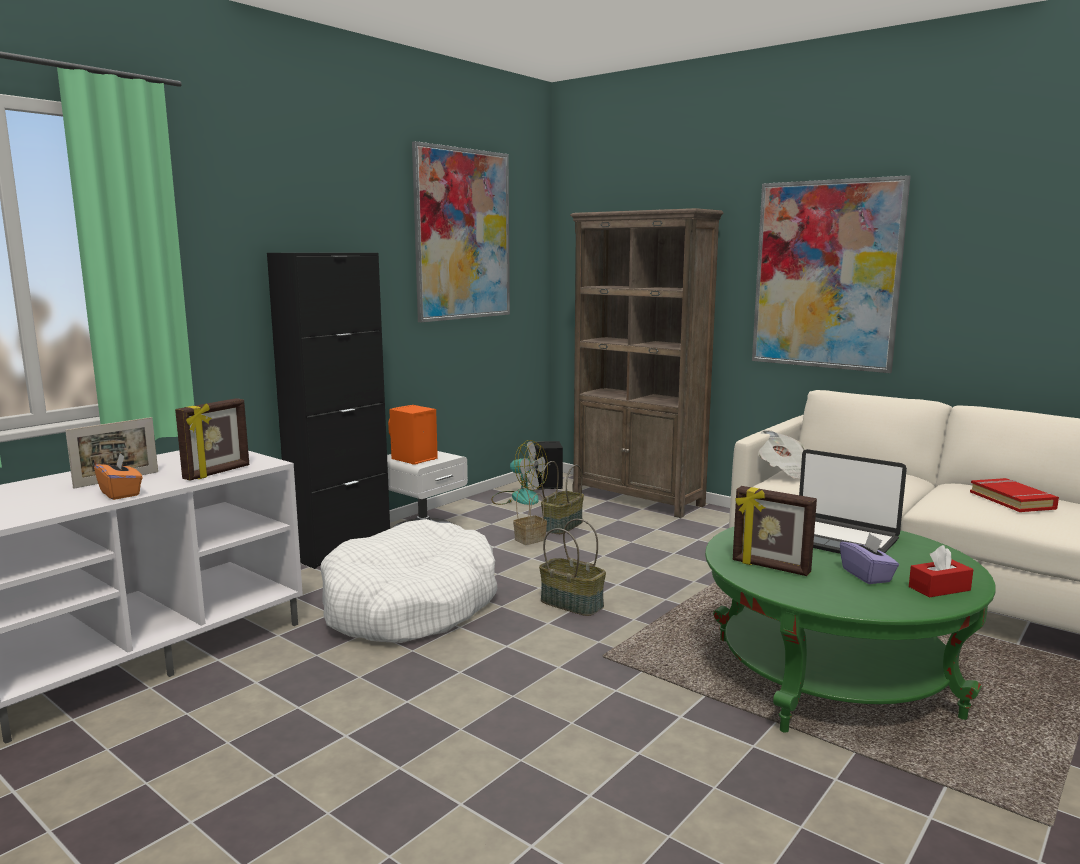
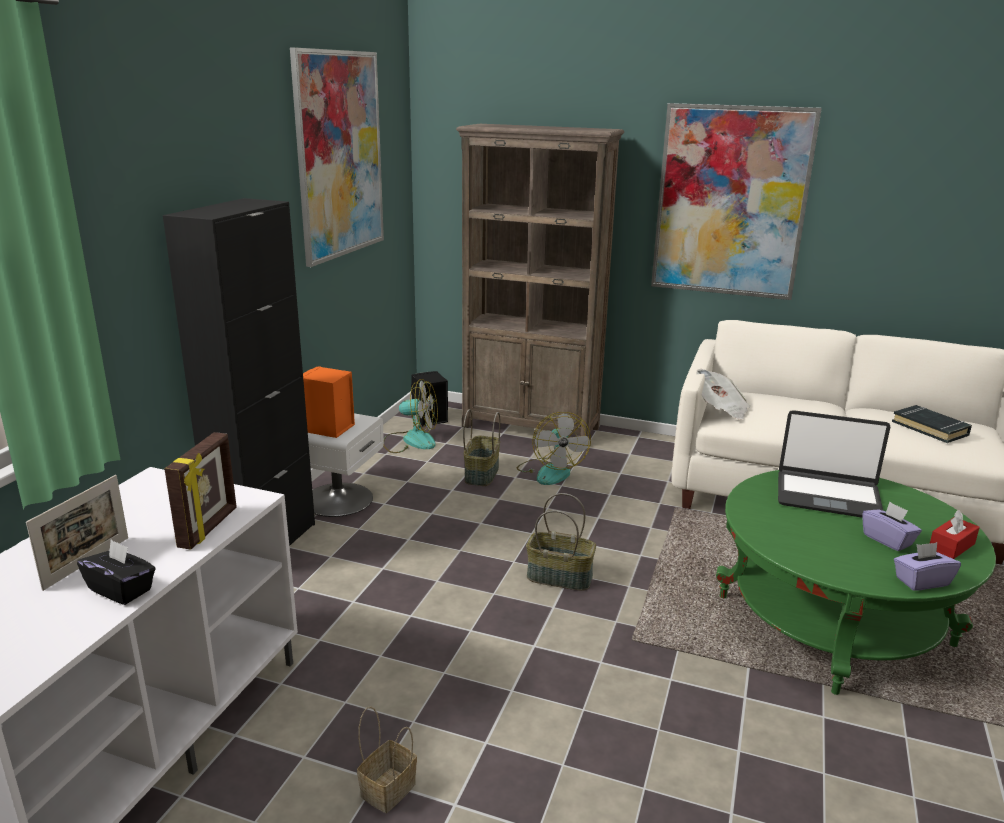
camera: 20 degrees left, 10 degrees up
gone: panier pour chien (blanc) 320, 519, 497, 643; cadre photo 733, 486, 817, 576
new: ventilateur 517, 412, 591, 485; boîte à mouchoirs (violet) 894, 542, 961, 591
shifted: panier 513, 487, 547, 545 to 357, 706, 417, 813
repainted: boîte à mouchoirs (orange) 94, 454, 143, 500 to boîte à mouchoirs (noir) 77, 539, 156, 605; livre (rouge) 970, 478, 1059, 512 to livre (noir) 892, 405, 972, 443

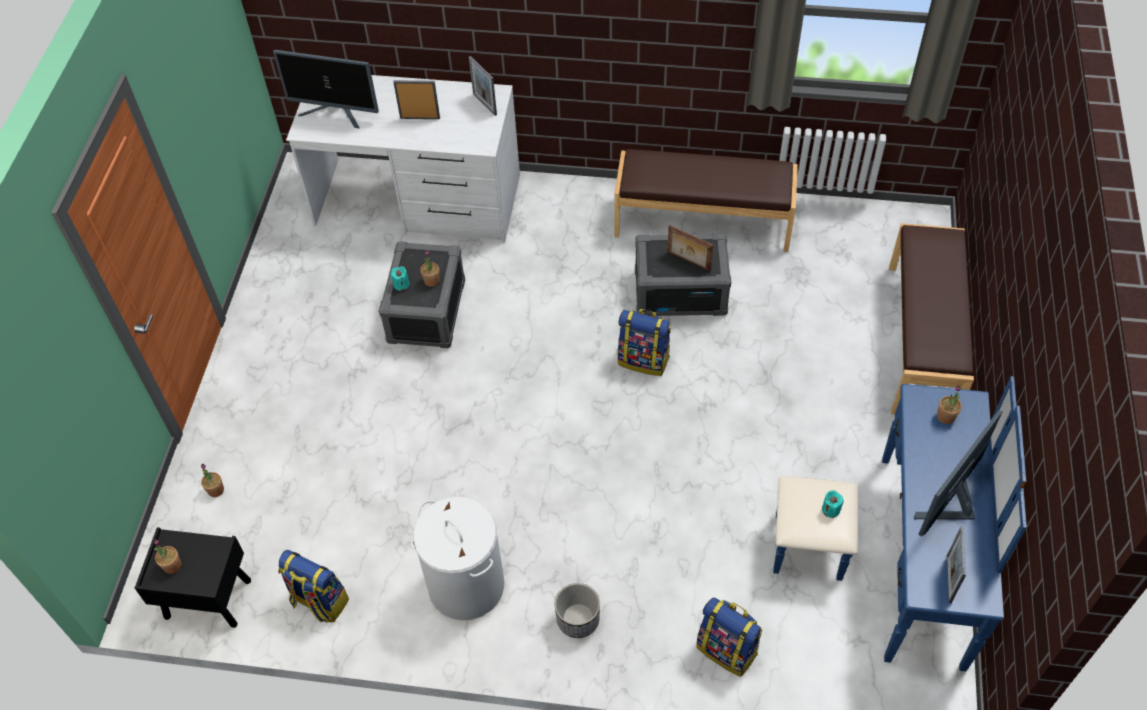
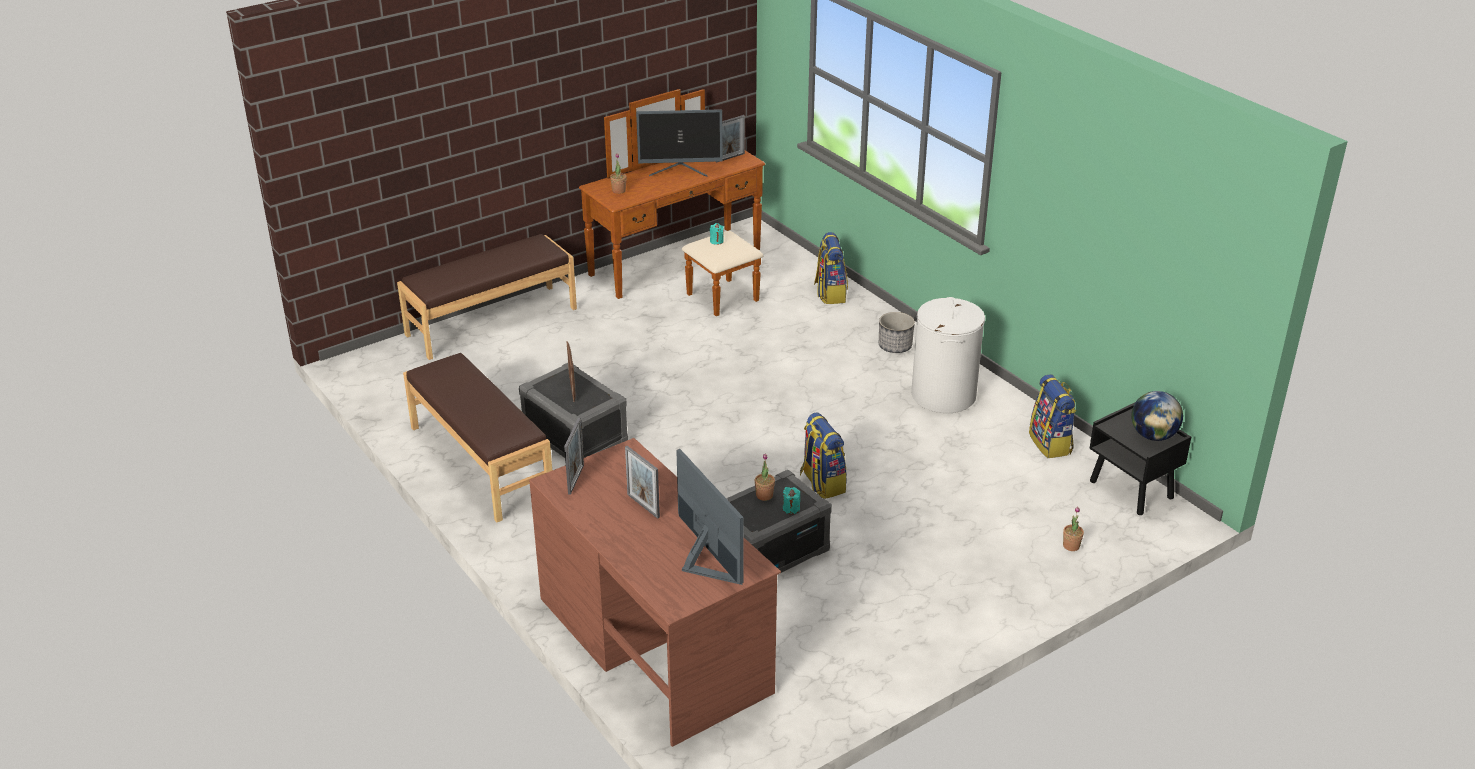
camera: 135 degrees left, 20 degrees down
shifted: sac à dos 618, 309, 671, 376 to 800, 412, 847, 499
swapped: plante en pot 154, 539, 181, 574 to globe 1131, 391, 1183, 441
repainted: bureau (blanc) 286, 75, 520, 242 to bureau (marron) 529, 438, 781, 747; commode (bleu) 773, 376, 1027, 671 to commode (marron) 579, 89, 765, 316

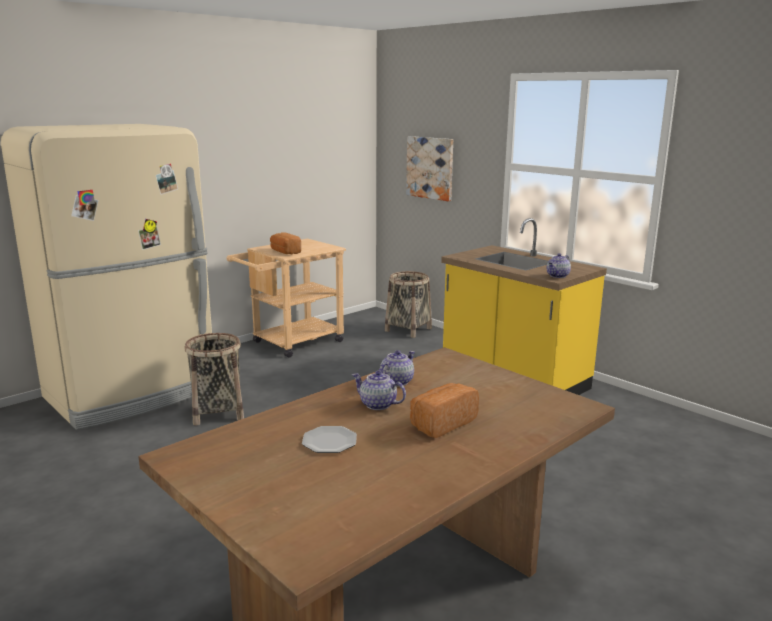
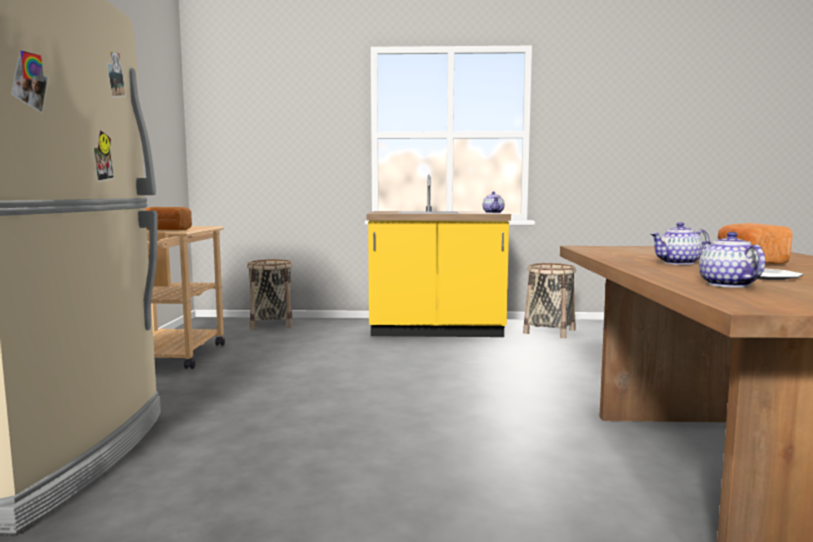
camera: 45 degrees left, 10 degrees down
gone: tableau 406, 136, 453, 201
shifted: panier 184, 333, 244, 426 to 523, 263, 576, 338; théière 379, 350, 415, 387 to 699, 232, 766, 288

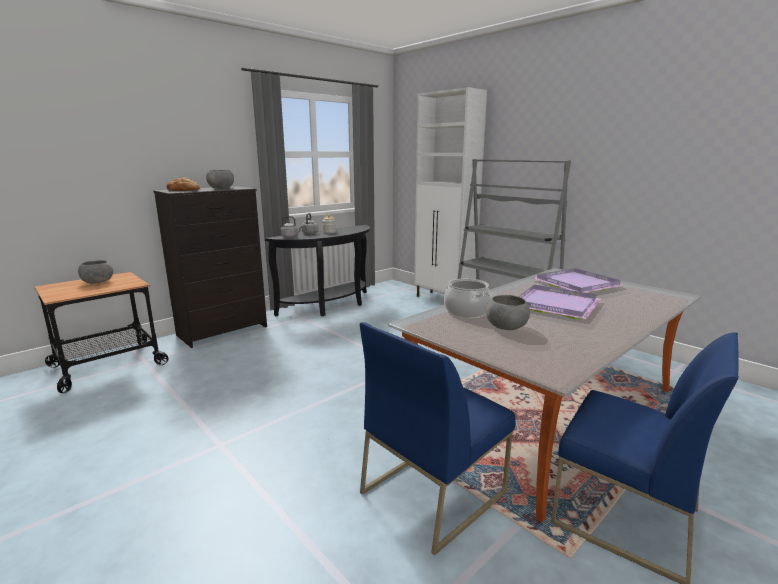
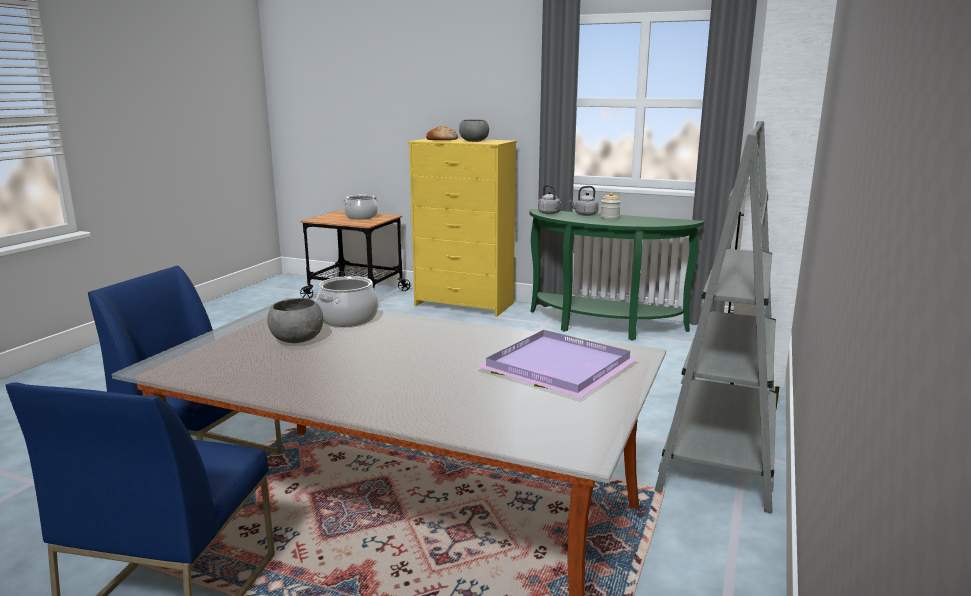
camera: 65 degrees right, 0 degrees up
gone: plateau (violet) 518, 285, 601, 319
swapped: bol (gris) 78, 260, 113, 284 to marmite 343, 195, 379, 219
repainted: commode (noir) 153, 186, 267, 348 to commode (jaune) 408, 139, 517, 317; table console (noir) 265, 225, 370, 316 to table console (vert) 530, 209, 704, 340

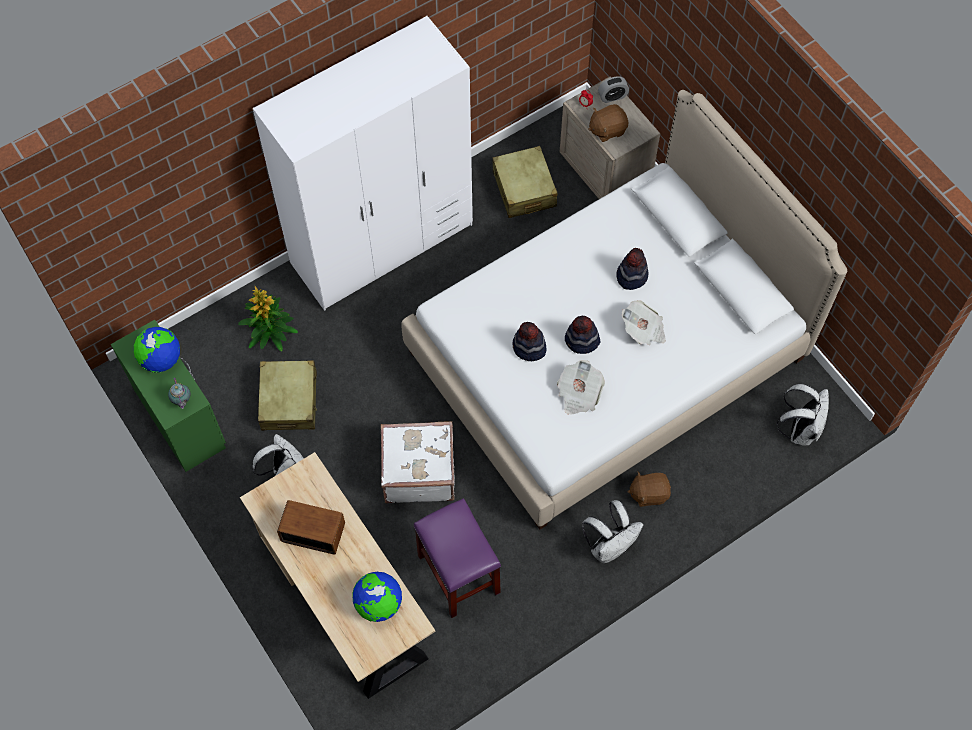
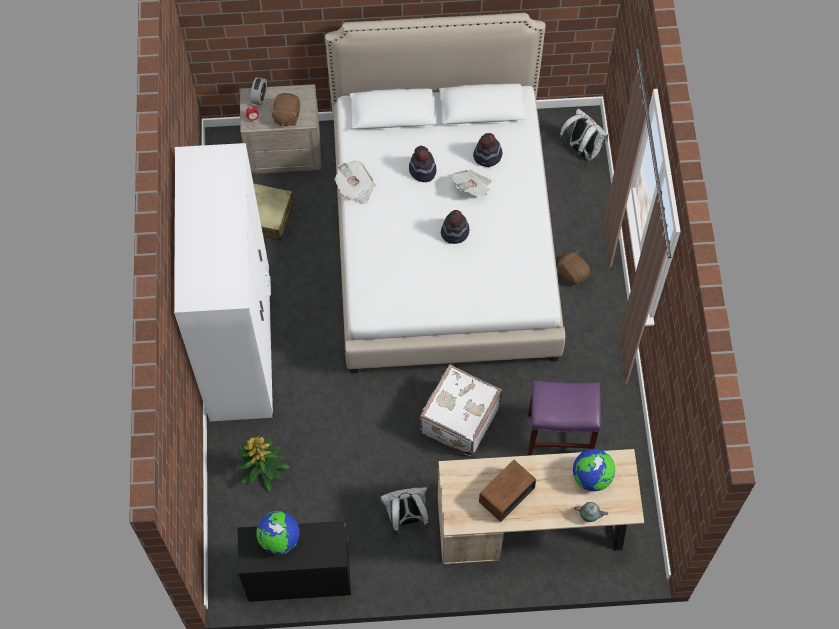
camera: 60 degrees left, 0 degrees up
gone: valise (beige) 258, 360, 317, 431; sac à dos (blanc) 582, 500, 644, 563
shifted: journal 557, 360, 605, 415 to 334, 161, 376, 204; chapeau 512, 322, 547, 361 to 473, 133, 503, 167; théière 168, 378, 191, 409 to 574, 502, 608, 522
repainted: commode (vert) 111, 320, 226, 472 to commode (noir) 238, 521, 351, 602
rotated: peluche (marron) 628, 471, 671, 507 = 557, 250, 590, 285 120 degrees clockwise

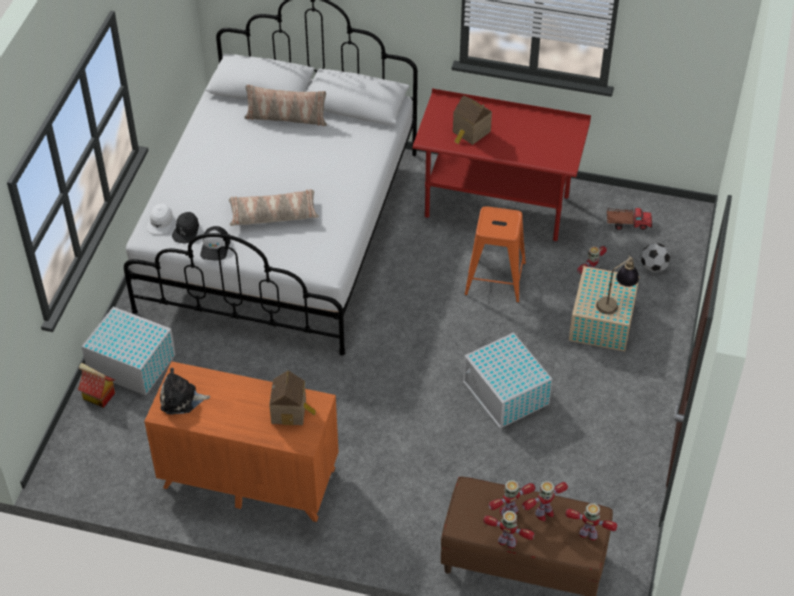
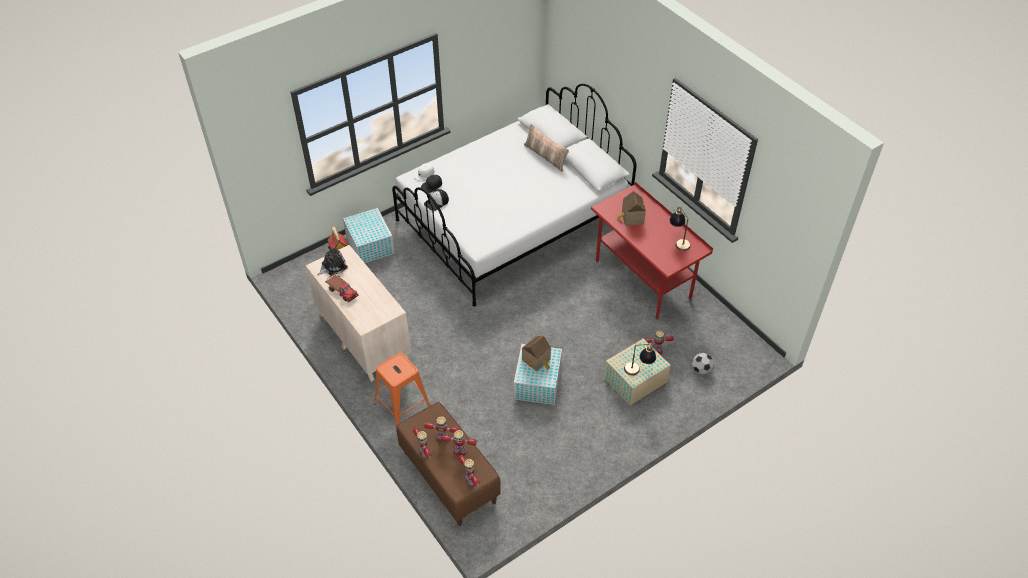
camera: 40 degrees right, 0 degrees up
gone: coussin 229, 189, 319, 226
new: lampe de table 669, 206, 691, 251
shifted: camion jouet 607, 208, 652, 230 to 325, 273, 359, 302; tabouret (orange) 465, 206, 526, 303 to 374, 353, 430, 427; maison miniature 269, 370, 316, 425 to 522, 335, 551, 371
repainted: commode (orange) 144, 361, 339, 522 to commode (beige) 306, 245, 411, 382
rotated: peluche 160, 367, 210, 414 = 318, 246, 348, 276 105 degrees clockwise

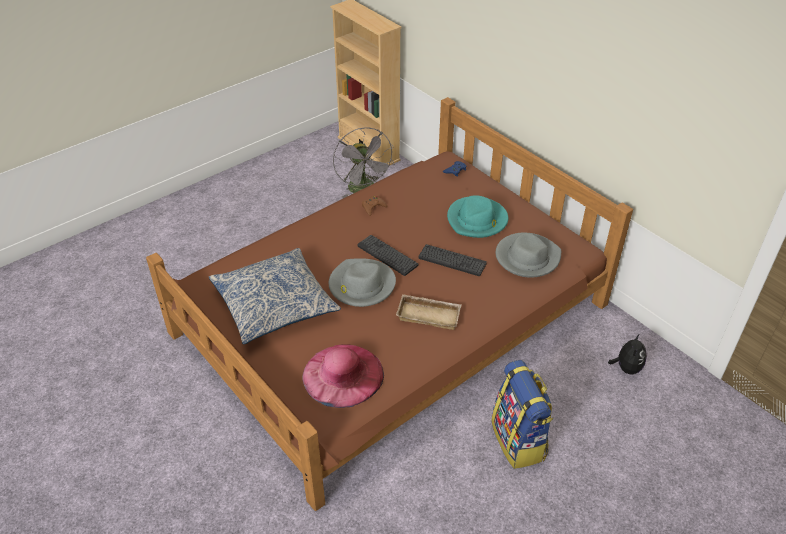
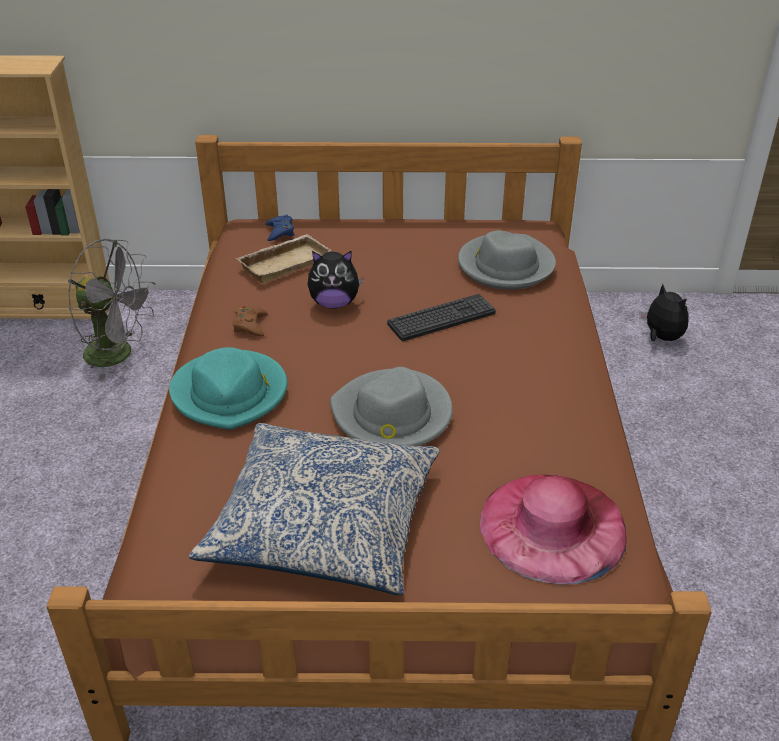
camera: 50 degrees left, 5 degrees down
gone: clavier 357, 235, 418, 276; sac à dos 491, 360, 554, 469
new: peluche 307, 251, 364, 309
shifted: chapeau (turquoise) 447, 195, 508, 238 to 169, 347, 288, 430; plateau (beige) 396, 294, 461, 330 to 236, 234, 332, 283

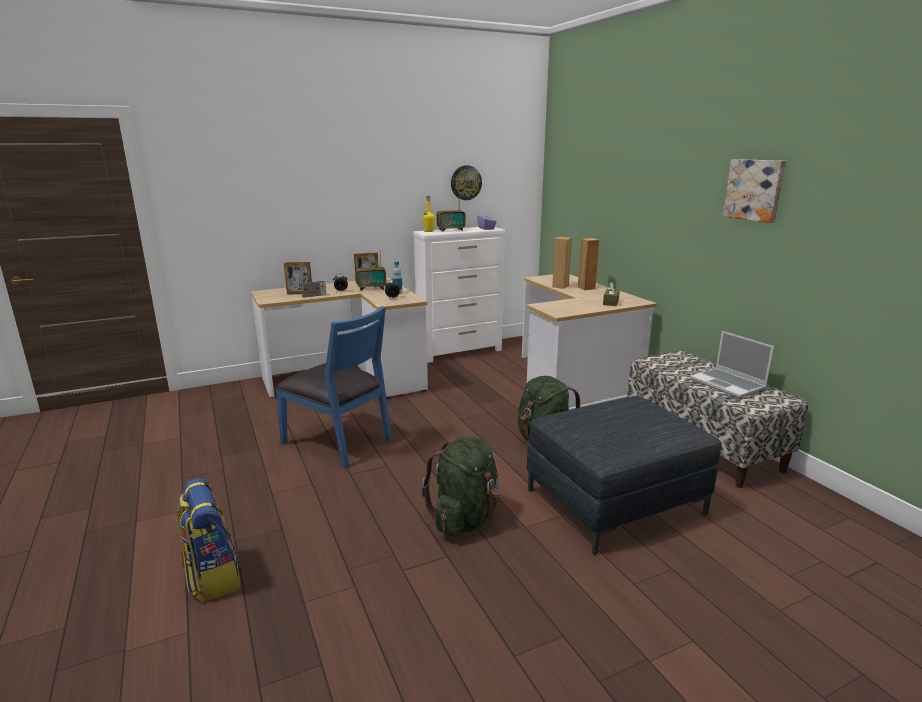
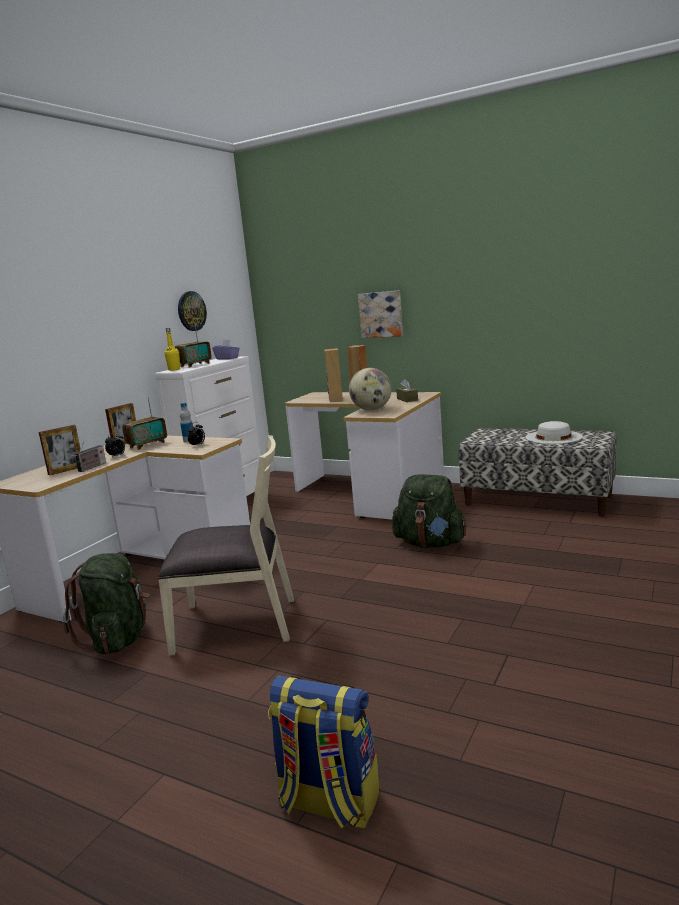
camera: 35 degrees left, 5 degrees down
gone: pouf (gris) 526, 396, 722, 555
new: globe 349, 368, 392, 411
shifted: sac à dos (vert) 422, 436, 500, 536 to 63, 553, 150, 654; tableau 723, 159, 786, 223 to 358, 290, 403, 338
swapped: ordinateur portable 690, 331, 774, 398 to chapeau (blanc) 526, 421, 583, 444
repainted: chaise (bleu) 275, 306, 392, 468 to chaise (beige) 158, 435, 294, 656

